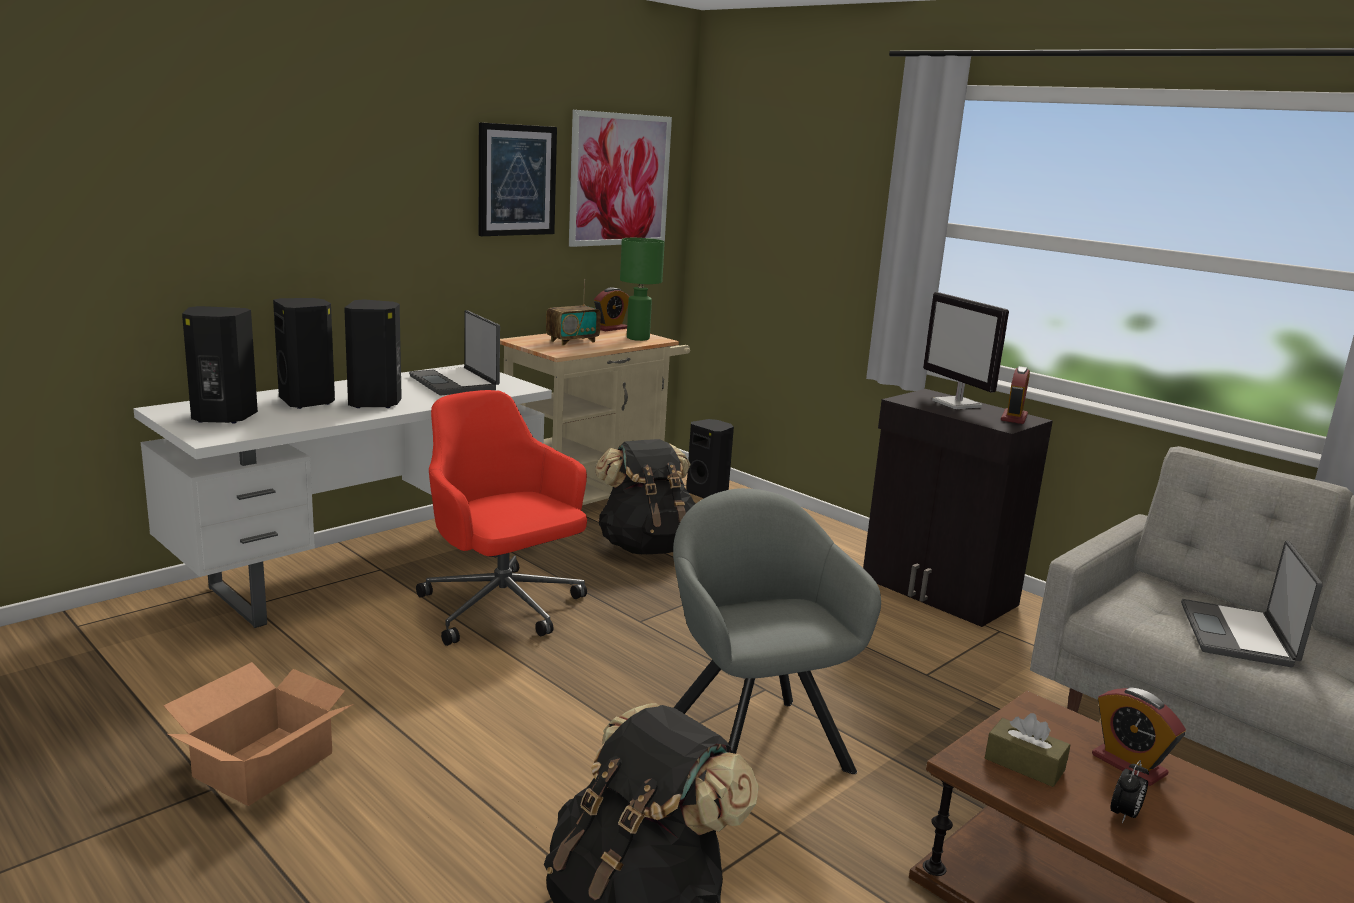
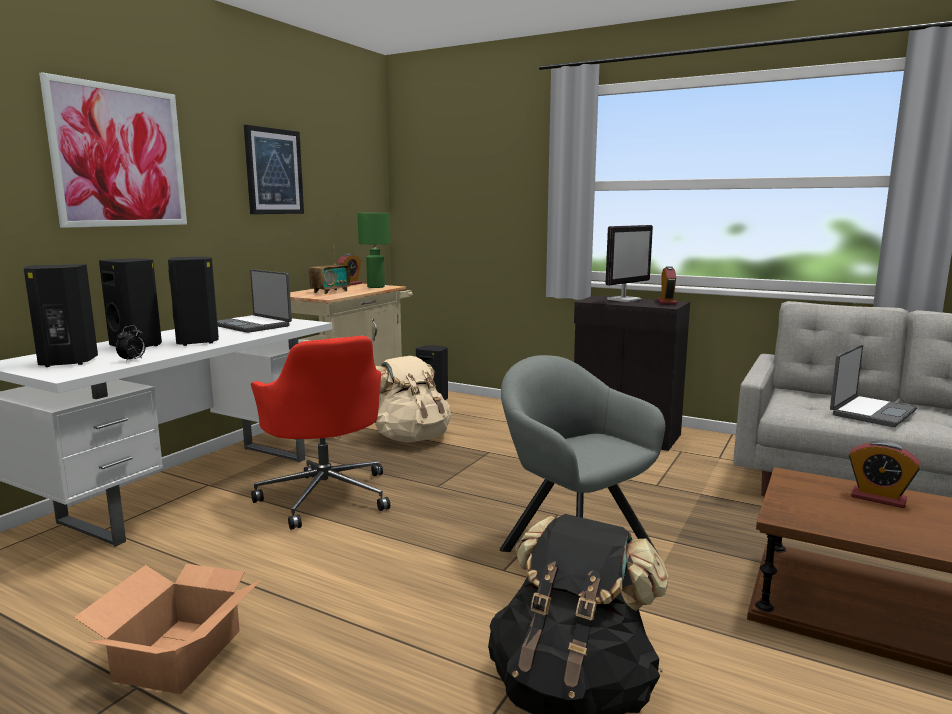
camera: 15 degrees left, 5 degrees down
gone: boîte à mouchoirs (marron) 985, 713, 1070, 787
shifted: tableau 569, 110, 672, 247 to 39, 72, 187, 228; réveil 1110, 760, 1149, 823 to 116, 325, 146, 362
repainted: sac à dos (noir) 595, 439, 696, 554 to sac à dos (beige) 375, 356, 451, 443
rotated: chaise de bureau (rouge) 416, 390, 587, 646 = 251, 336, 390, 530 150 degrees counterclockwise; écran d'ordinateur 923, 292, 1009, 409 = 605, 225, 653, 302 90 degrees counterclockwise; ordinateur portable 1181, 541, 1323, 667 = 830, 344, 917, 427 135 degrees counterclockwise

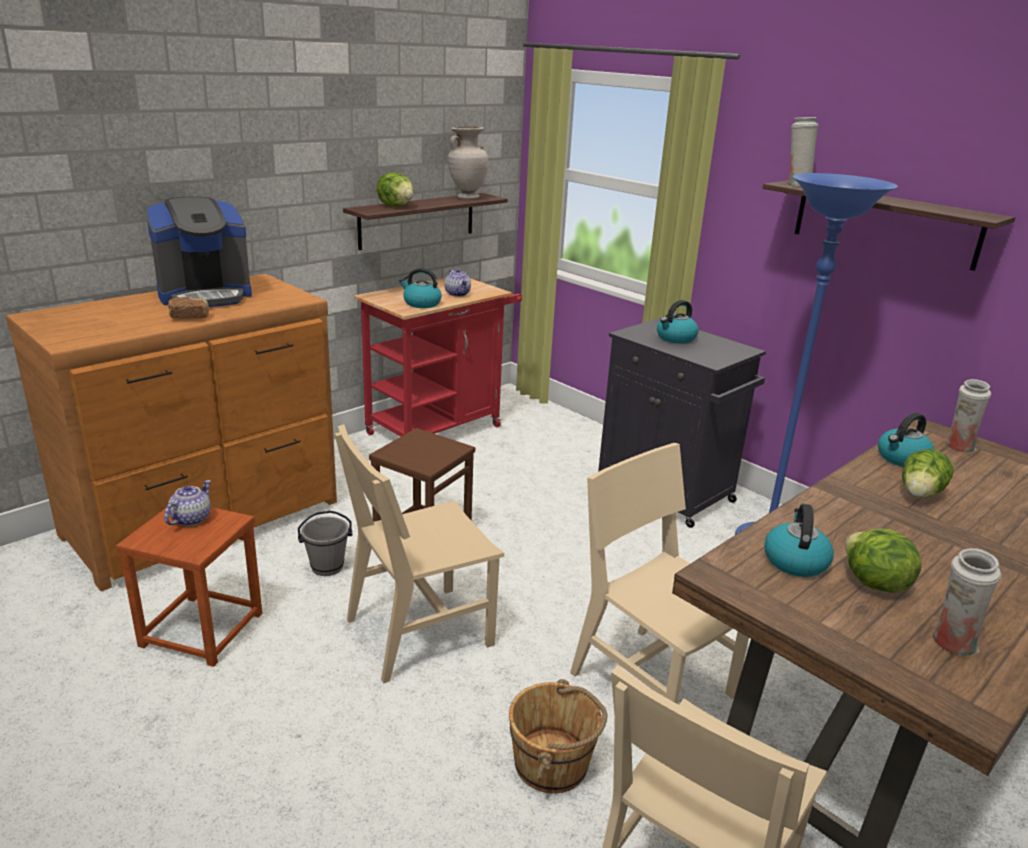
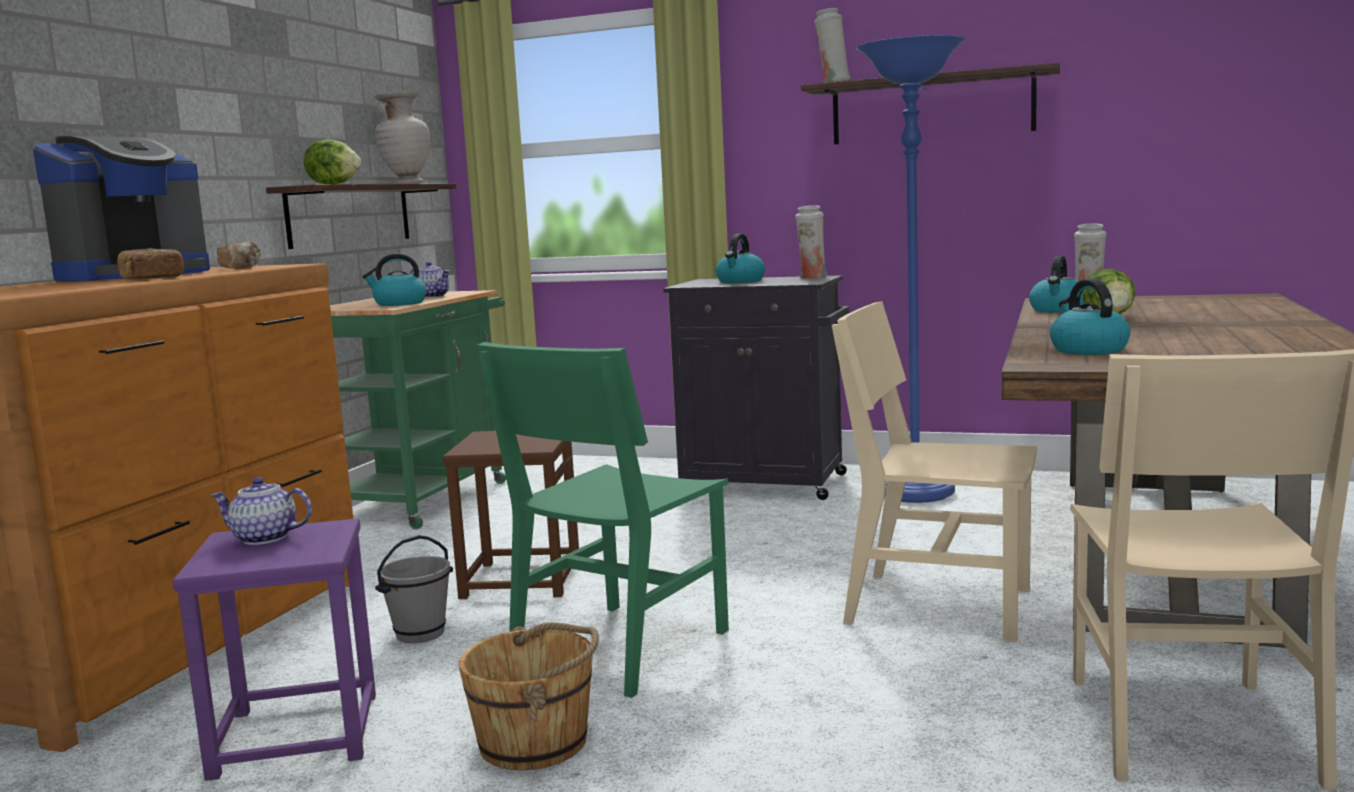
camera: 25 degrees left, 15 degrees down
gone: laitue 845, 528, 922, 593
new: pain 217, 241, 261, 269
shifted: seau (marron) 509, 679, 607, 794 to 459, 622, 599, 770; vase (blanc) 933, 548, 1001, 656 to 795, 205, 828, 279
repainted: tabouret (marron) 116, 507, 262, 667 to tabouret (violet) 173, 518, 376, 781; chariot (rouge) 354, 278, 522, 437 to chariot (vert) 330, 290, 506, 529; chaise (beige) 334, 424, 504, 684 to chaise (vert) 477, 342, 729, 698
rotated: théière 164, 480, 211, 526 = 211, 477, 312, 545 75 degrees counterclockwise

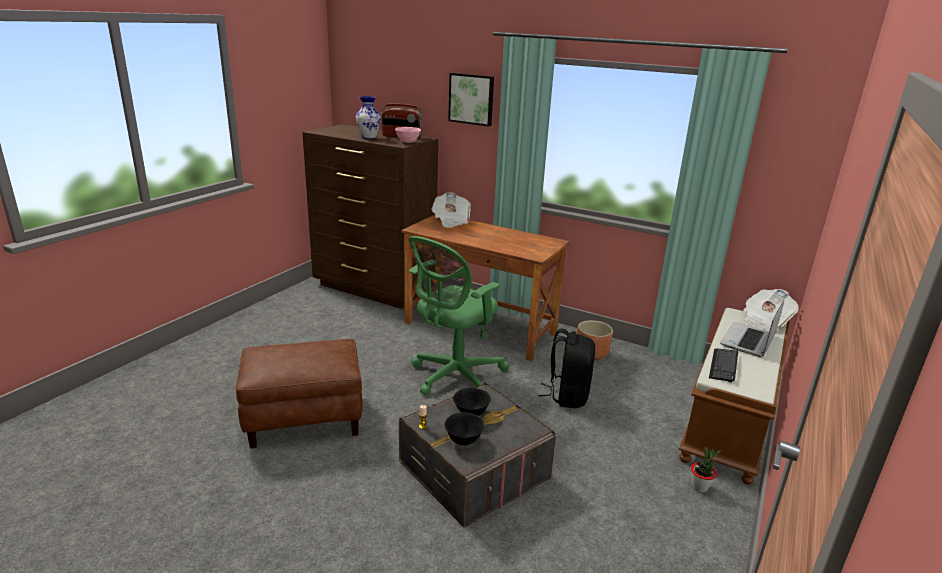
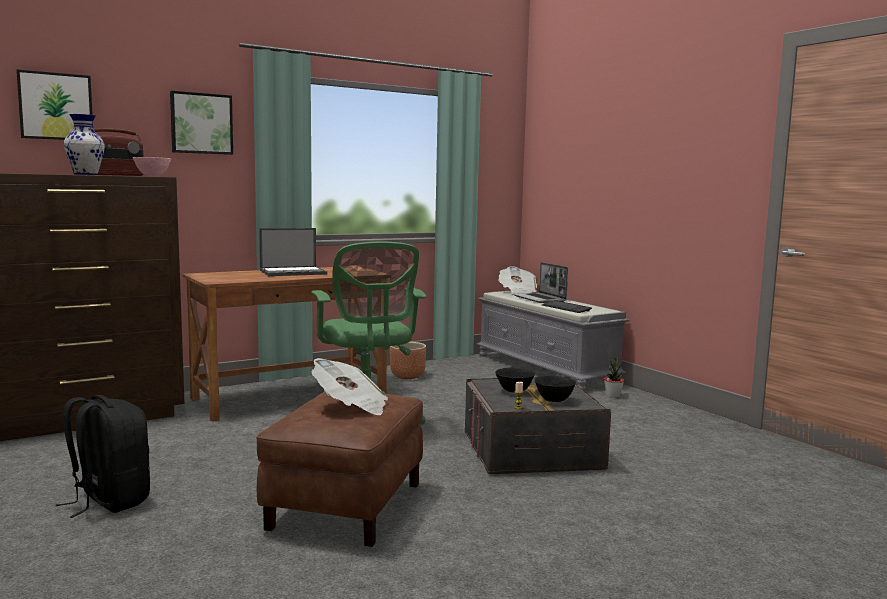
camera: 60 degrees left, 15 degrees down
new: tableau 16, 70, 93, 140; ordinateur portable 259, 228, 327, 276
shifted: sac à dos (noir) 538, 328, 595, 408 to 56, 395, 150, 518; journal 431, 192, 471, 228 to 311, 358, 388, 415
repainted: banc (marron) 679, 308, 790, 485 to banc (gris) 477, 290, 629, 391

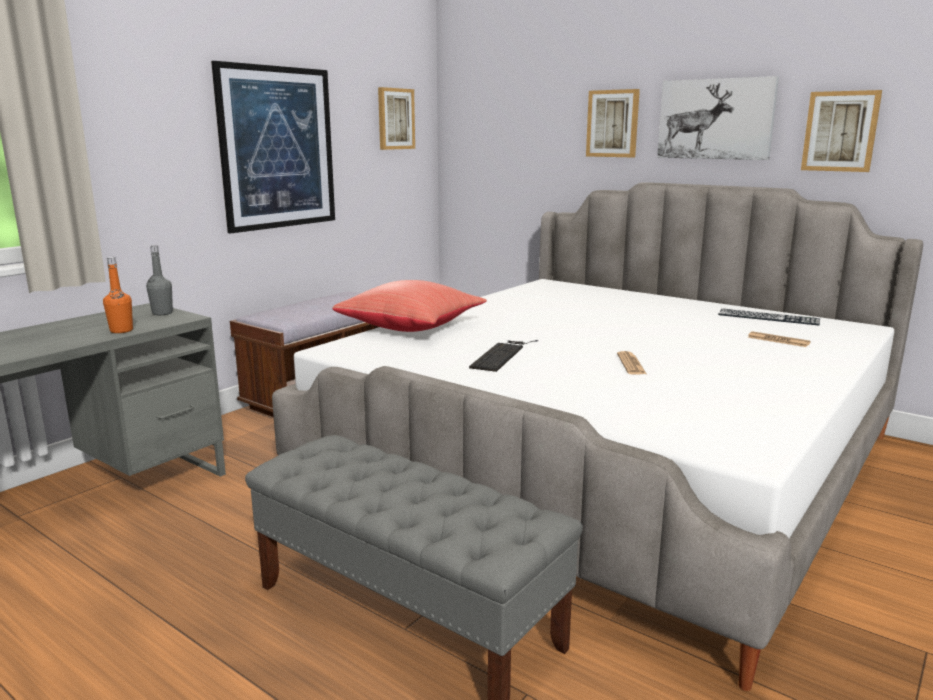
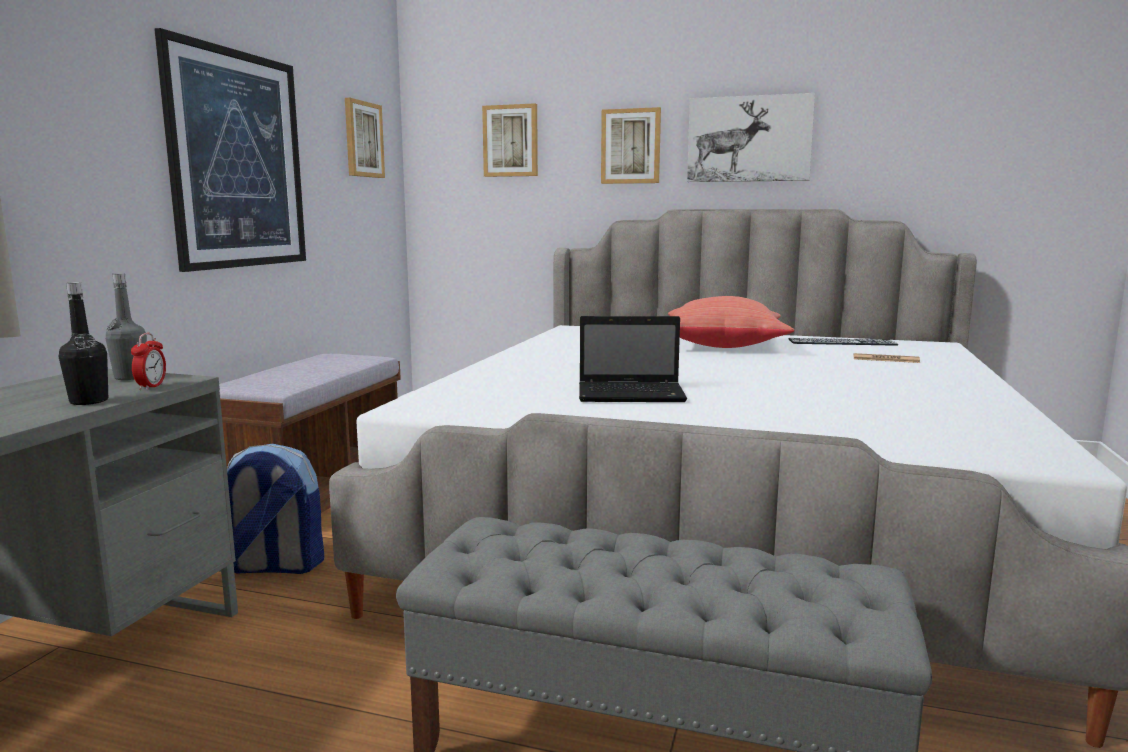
camera: 20 degrees left, 5 degrees down
gone: journal 617, 351, 646, 375
new: réveil 131, 333, 166, 390; sac à dos 227, 444, 324, 574
shifted: tableau 801, 90, 882, 172 to 482, 103, 538, 177; coussin (rouge) 332, 280, 487, 332 to 668, 296, 795, 348
swapped: clavier 469, 340, 538, 372 to ordinateur portable 579, 316, 687, 402
repainted: bouteille (orange) 103, 257, 133, 333 to bouteille (noir) 58, 282, 108, 405

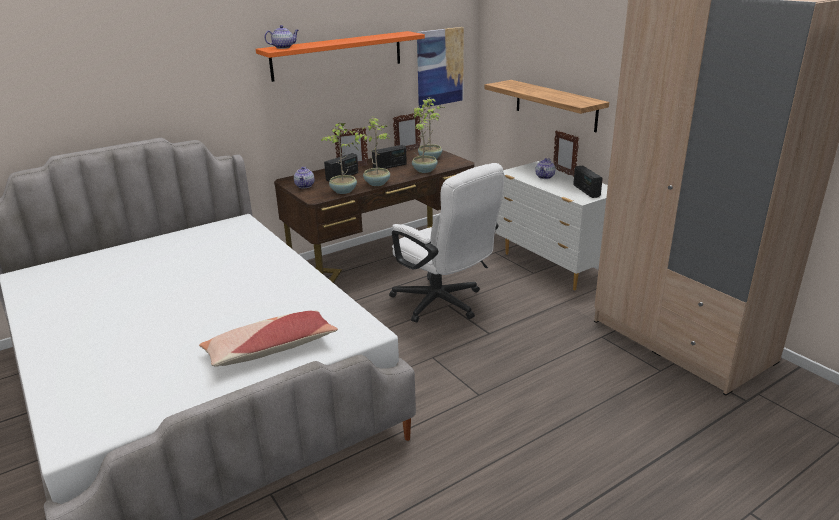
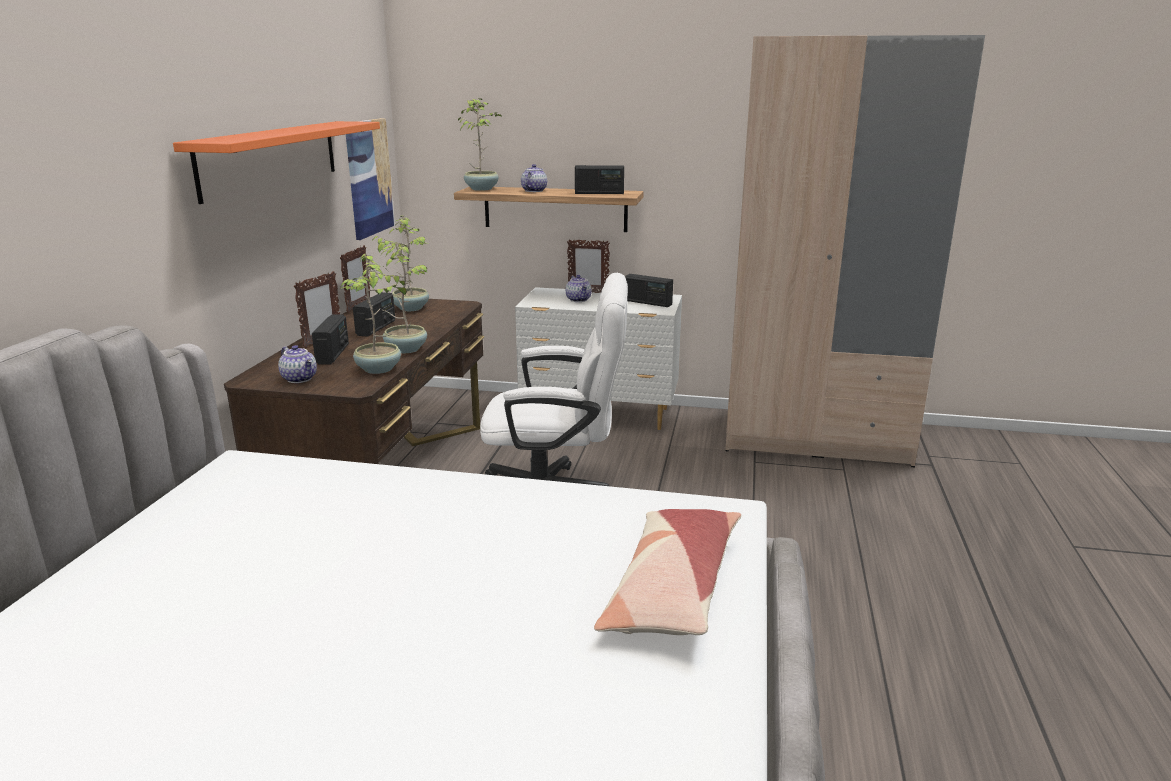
camera: 45 degrees left, 5 degrees down
new: radio 575, 165, 624, 194
shifted: plante en pot 412, 106, 438, 173 to 458, 98, 502, 191; théière 264, 25, 299, 49 to 521, 164, 547, 192

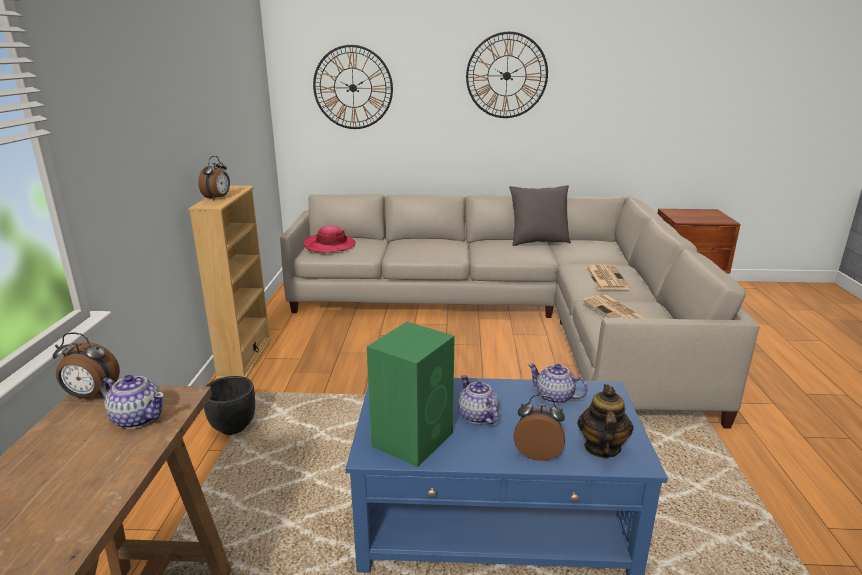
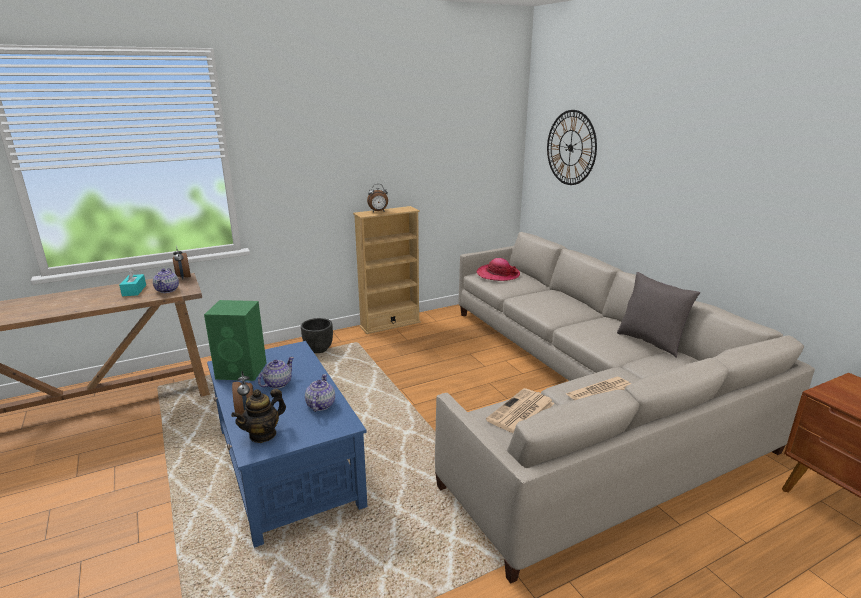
camera: 60 degrees right, 0 degrees up
gone: horloge murale 466, 32, 548, 118
new: boîte à mouchoirs (turquoise) 119, 268, 146, 296
rotated: théière 578, 384, 634, 458 = 231, 389, 286, 443 150 degrees clockwise

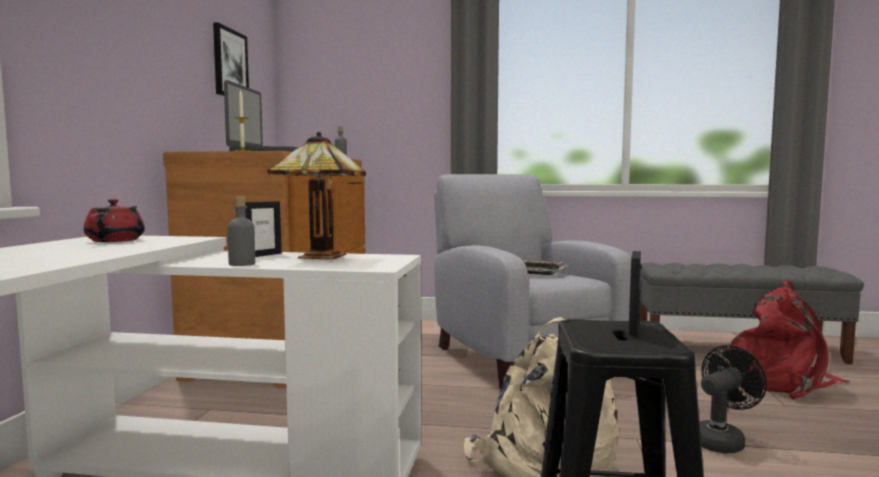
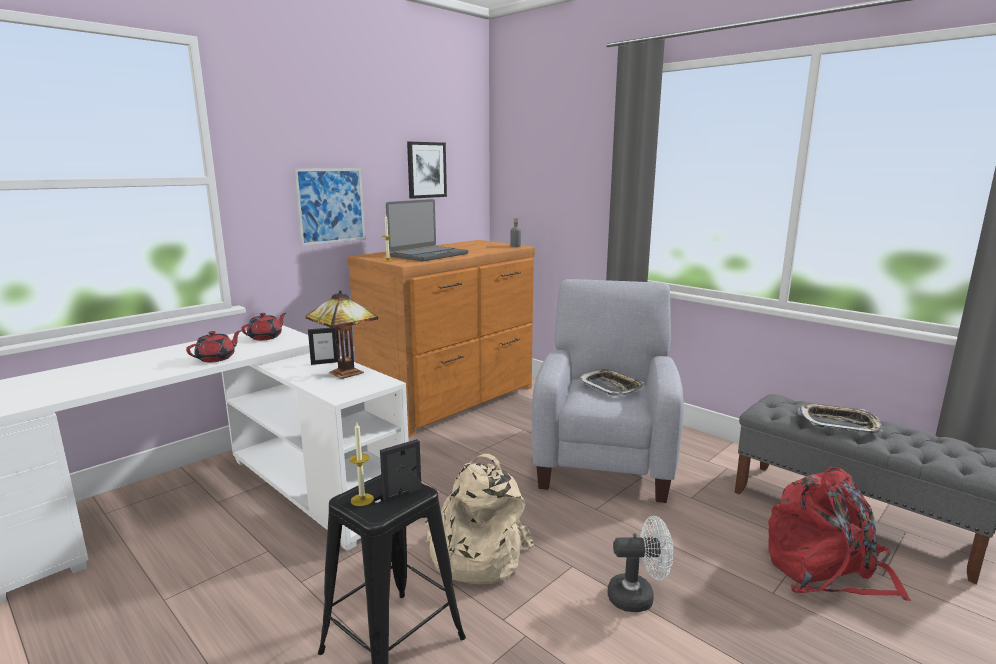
camera: 35 degrees right, 10 degrees up
gone: bouteille (gris) 227, 197, 255, 266
new: théière (rouge) 186, 330, 242, 362; tableau 294, 168, 365, 246; bougie 349, 423, 374, 506; plateau 797, 404, 883, 434
repainted: ventilateur (noir) 699, 345, 767, 453 to ventilateur (blanc) 607, 516, 674, 612

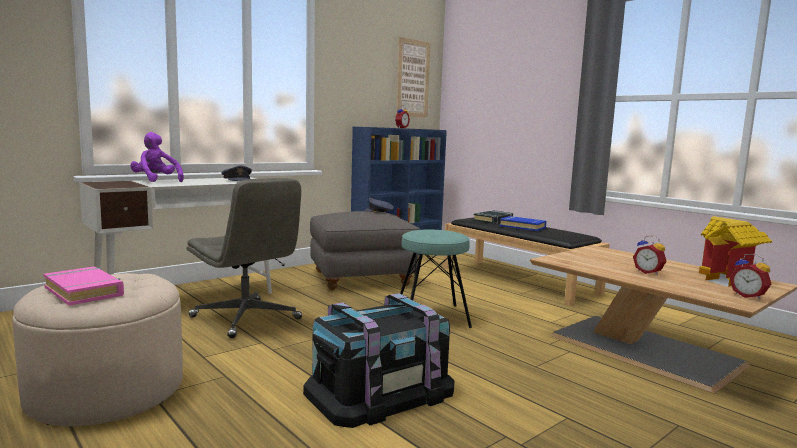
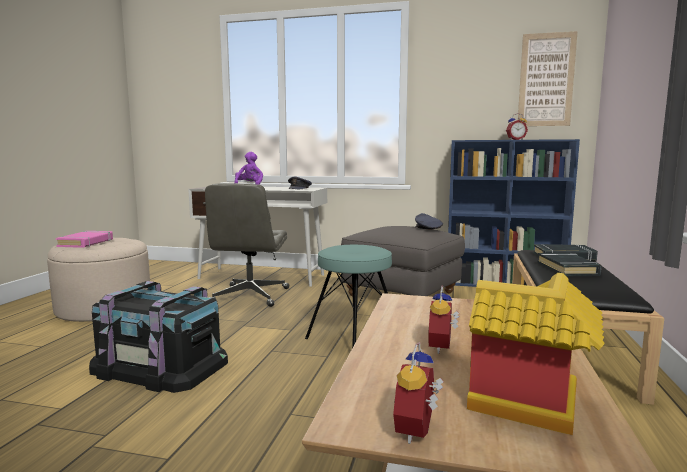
camera: 55 degrees right, 0 degrees up
repainted: livre (bleu) 500, 216, 546, 231 to livre (noir) 537, 253, 601, 276

